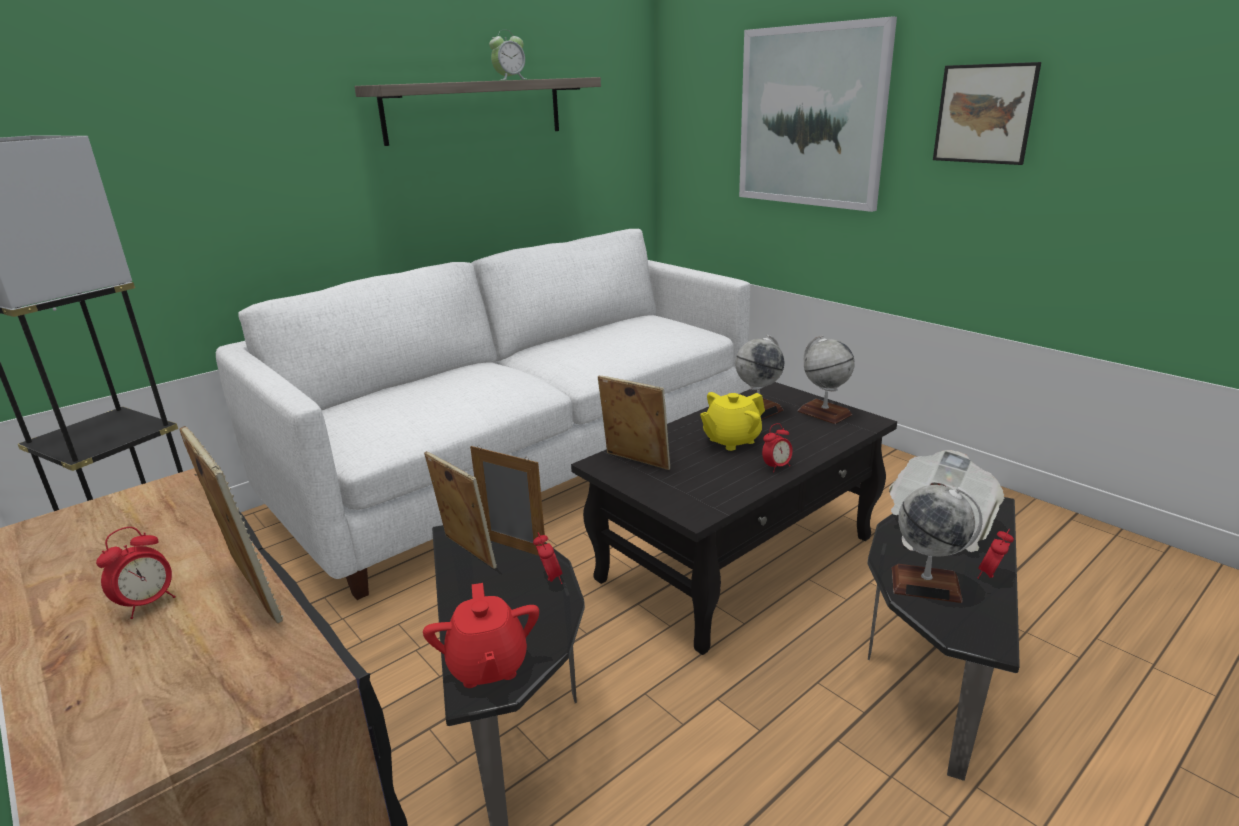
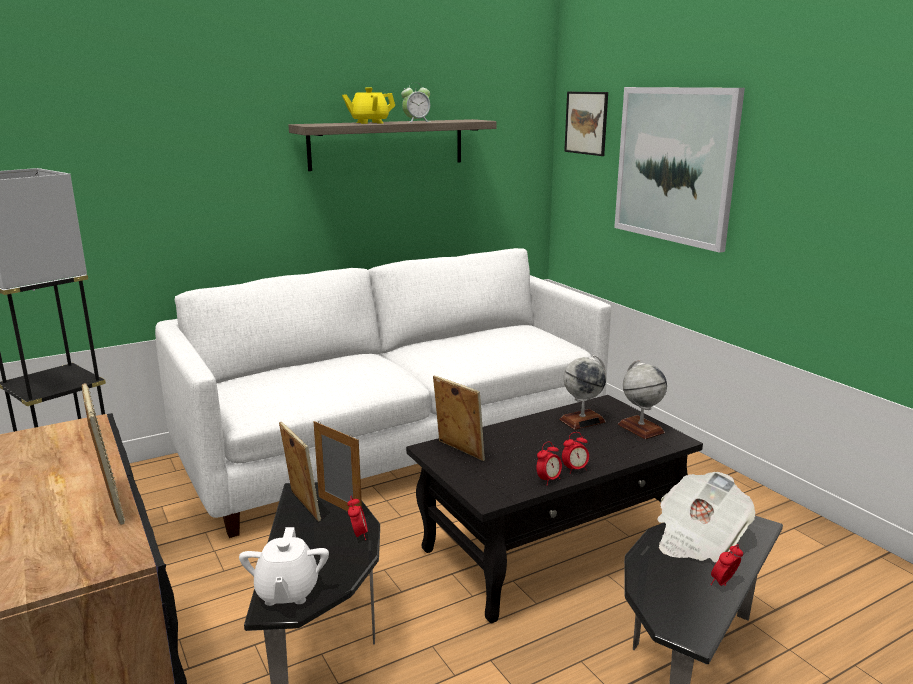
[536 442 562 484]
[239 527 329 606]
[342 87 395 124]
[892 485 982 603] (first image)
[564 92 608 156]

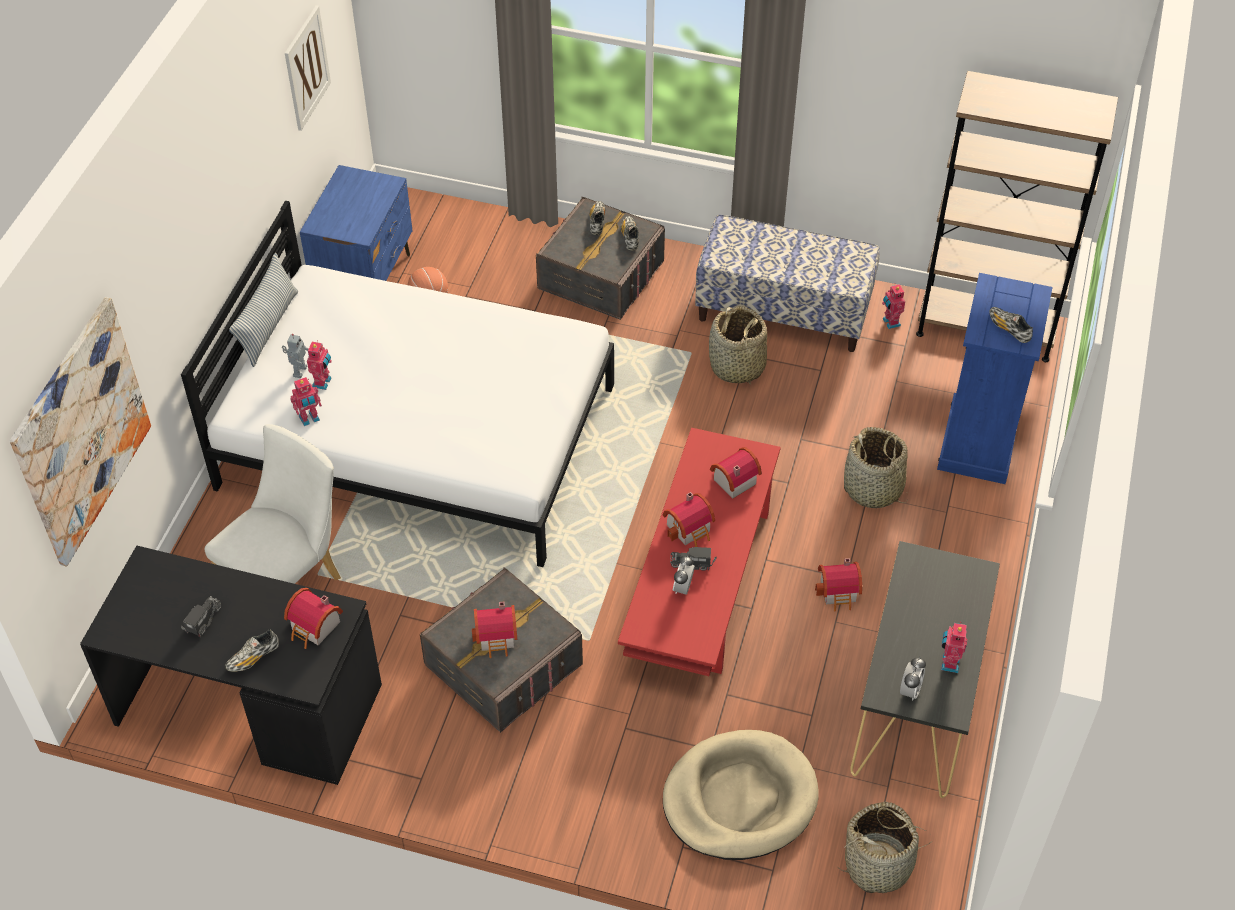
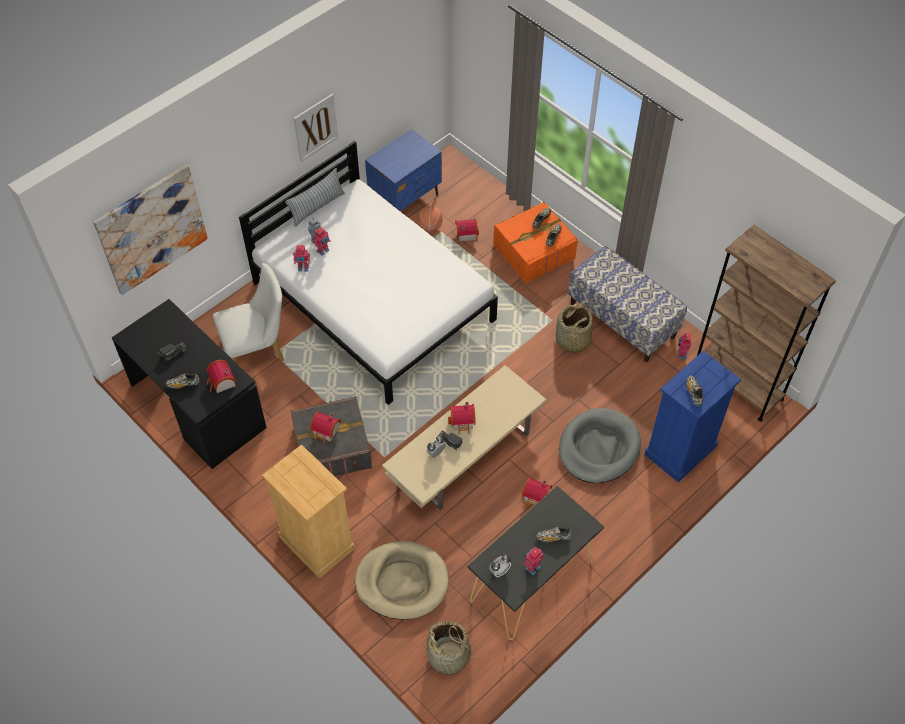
[294 94 338 162]
[493 201 578 283]
[382 365 546 510]
[455 219 479 242]
[559 408 641 483]
[262 444 355 579]
[536 527 572 542]

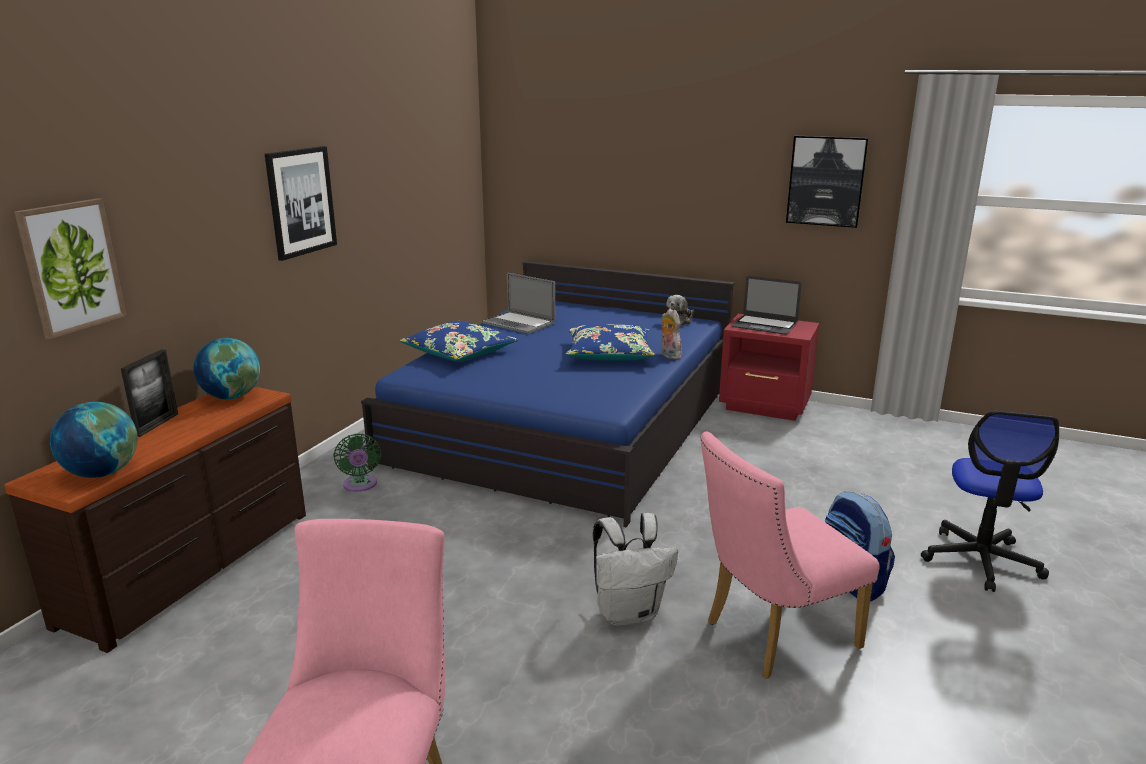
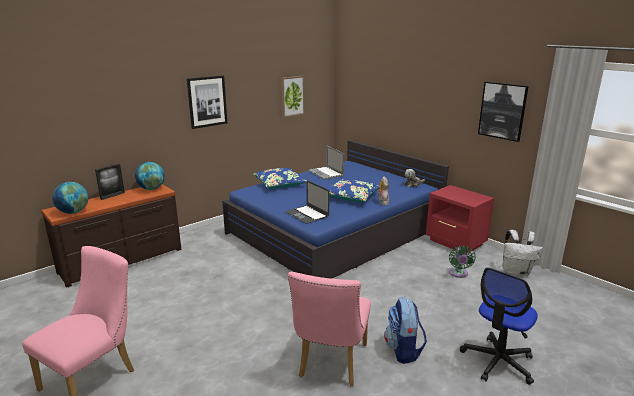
[281 76 305 118]
[449 246 476 278]
[502 230 543 277]
[288 272 371 386]
[285 181 330 224]

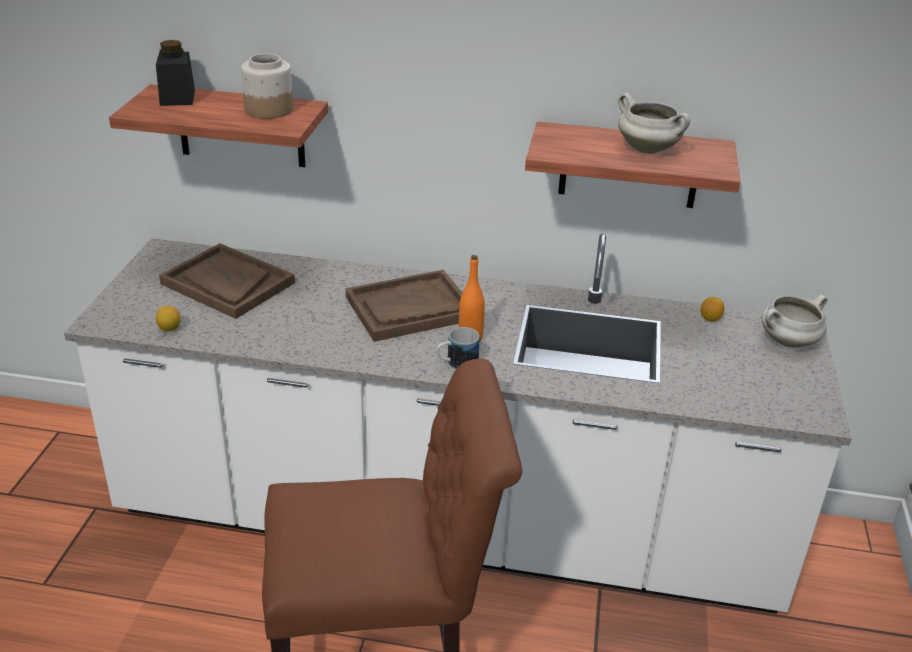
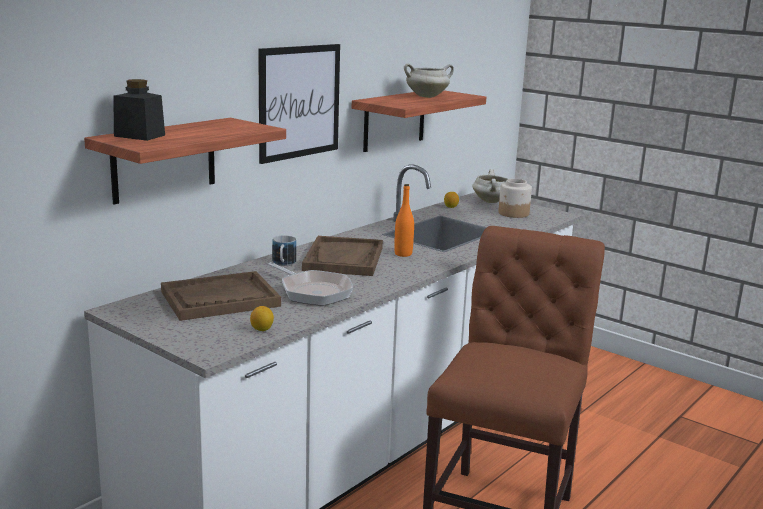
[498 179 532 218]
[272 235 296 266]
[258 44 340 164]
[268 262 353 306]

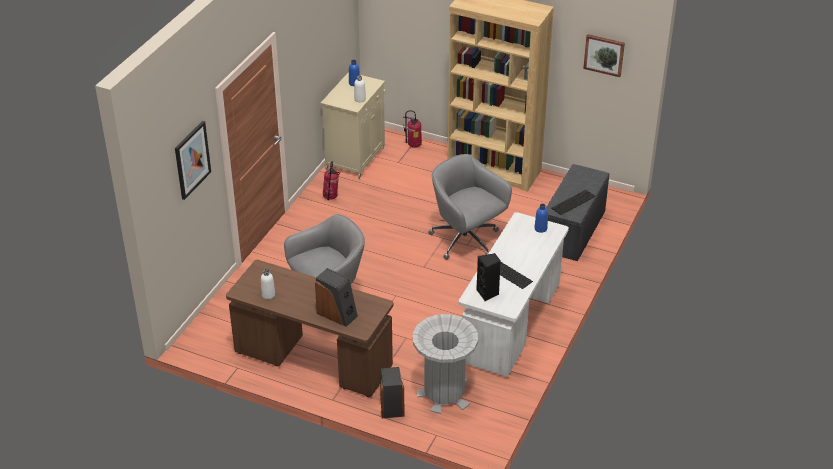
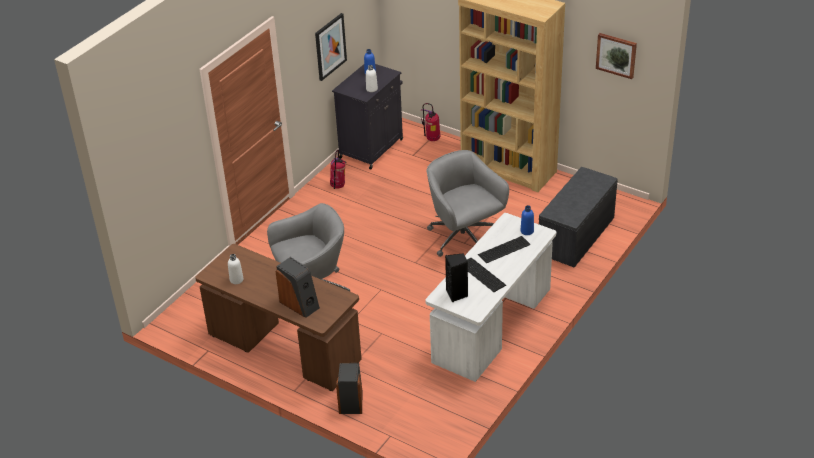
[315 13 347 81]
[332 64 403 170]
[413 314 478 414] (first image)
[478 236 530 263]

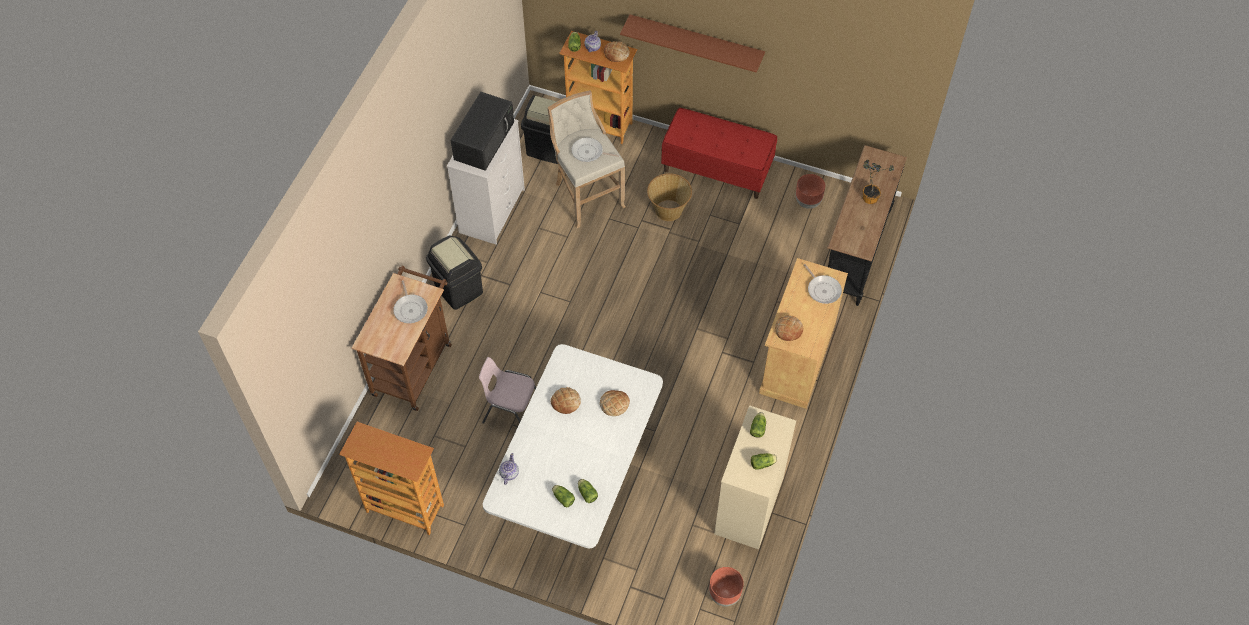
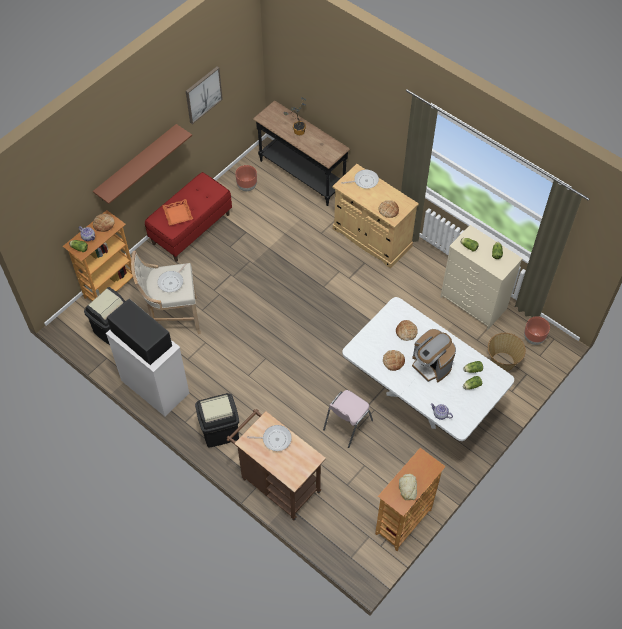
[488 333 526 371]
[162 199 193 226]
[186 67 223 124]
[399 474 417 500]
[412 329 456 383]

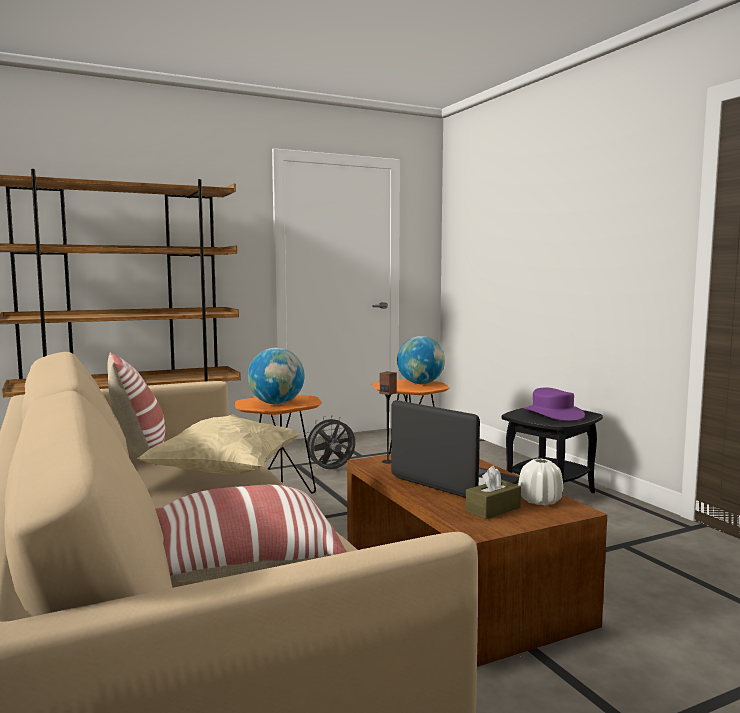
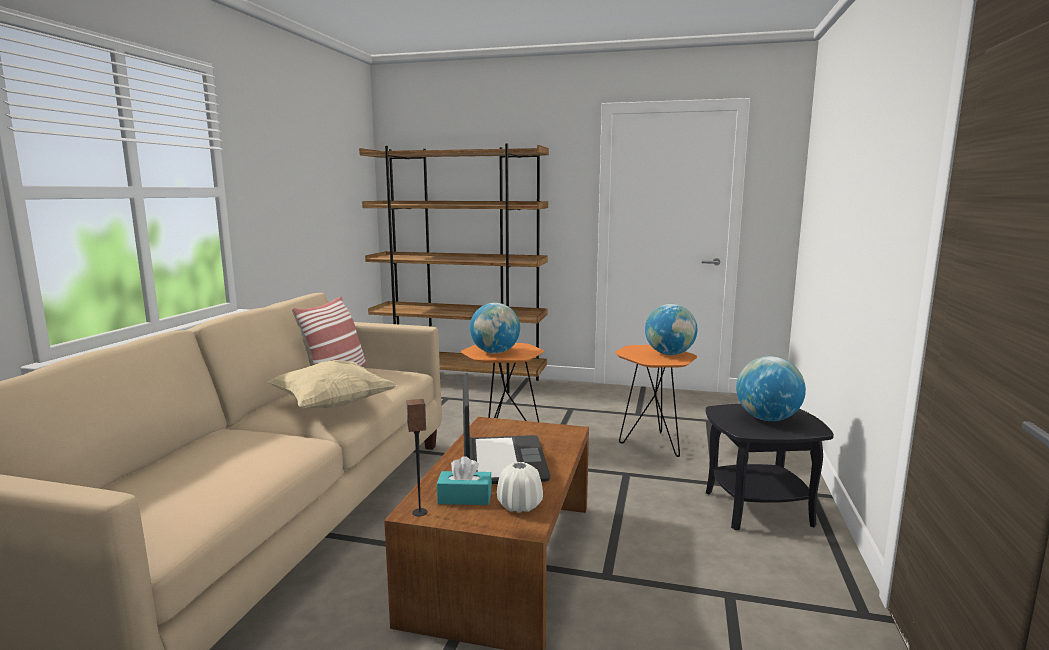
[155 485 347 582] (first image)
[303 416 355 470] (first image)
[407 399 428 516]
[437 456 492 505]
[736 356 806 421]

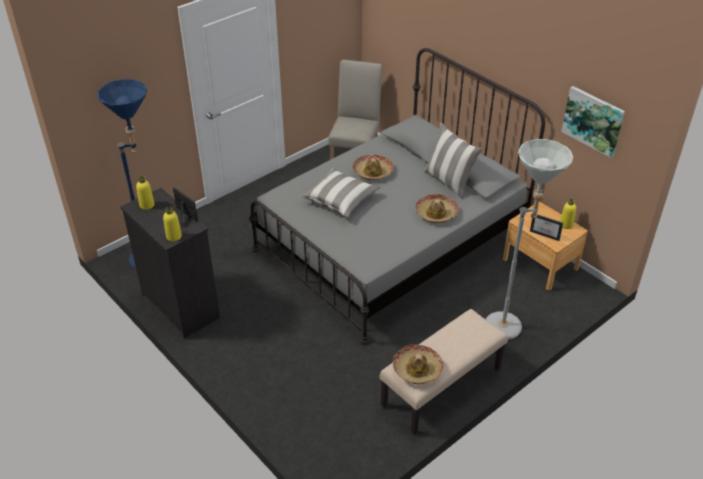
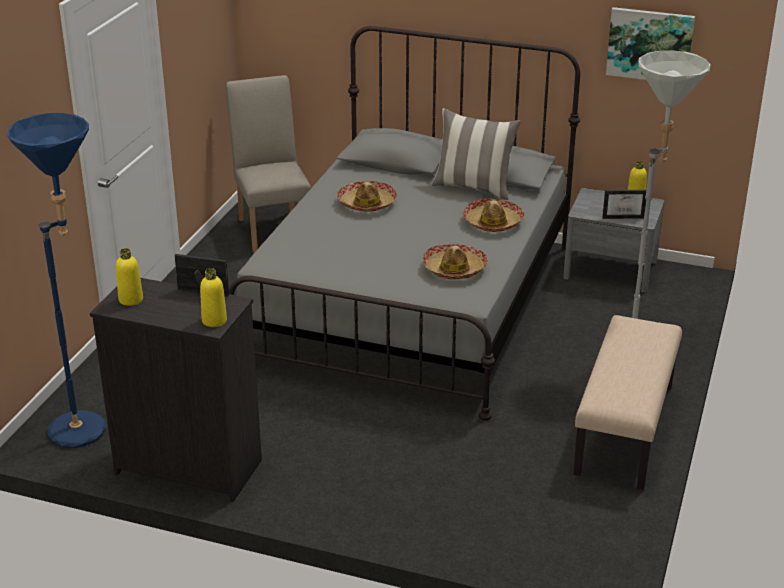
[300 168 380 218] (first image)
[423 244 488 279]
[563 188 664 292]

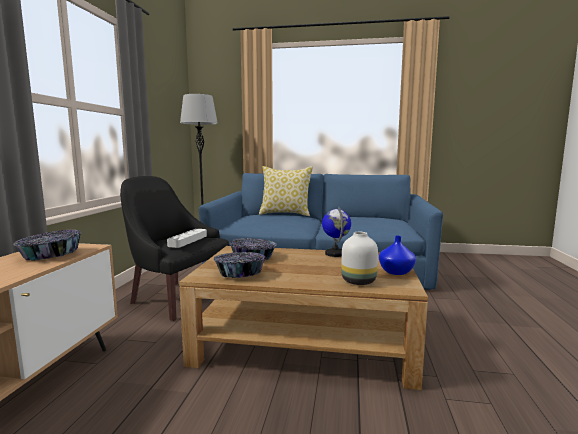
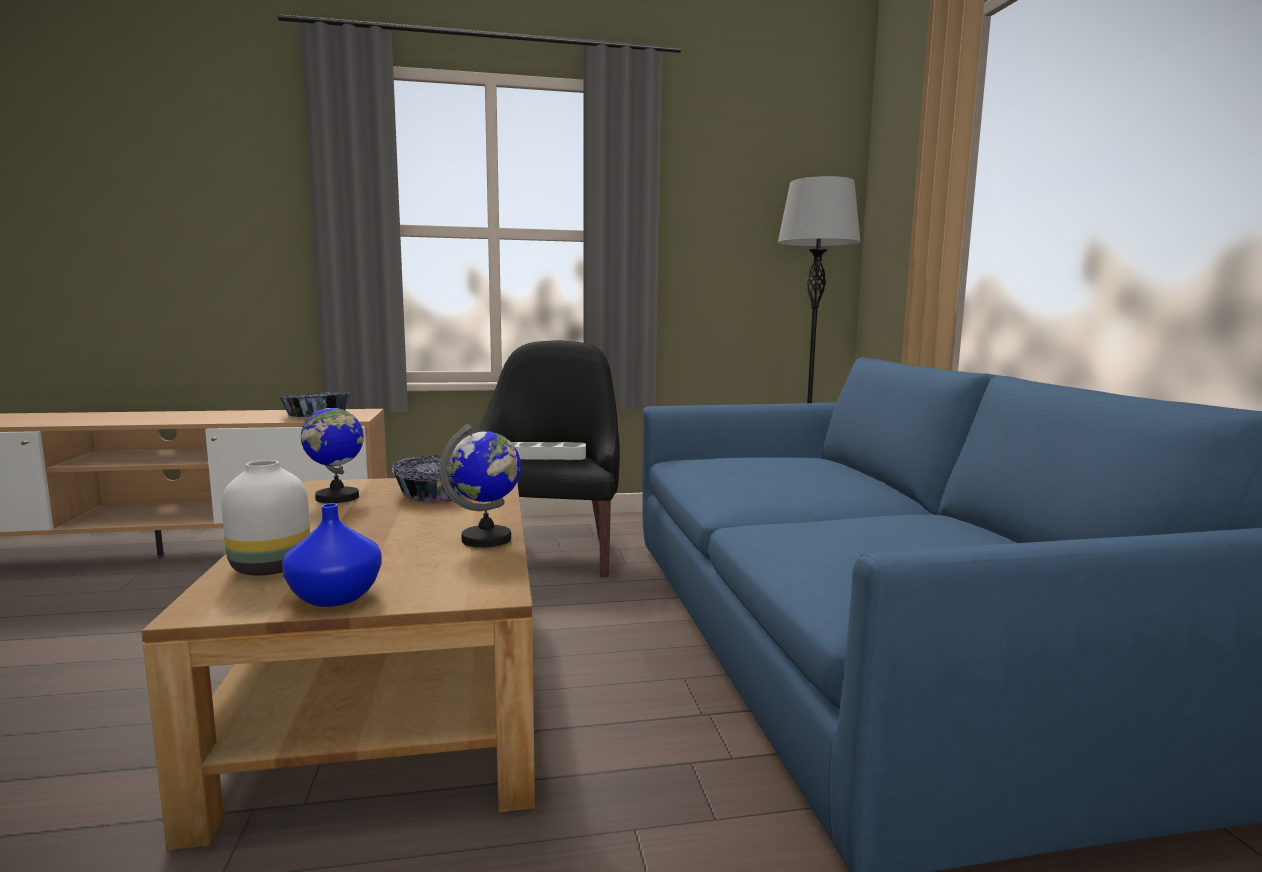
[301 399 364 503]
[259 166 313 216] (first image)

